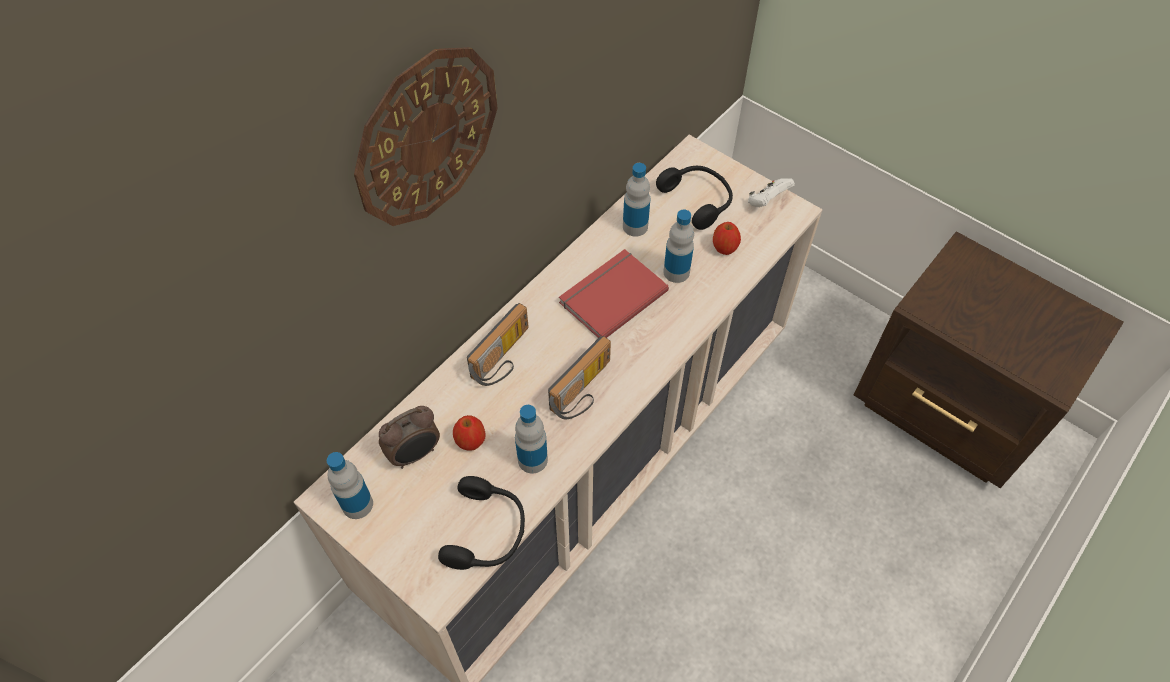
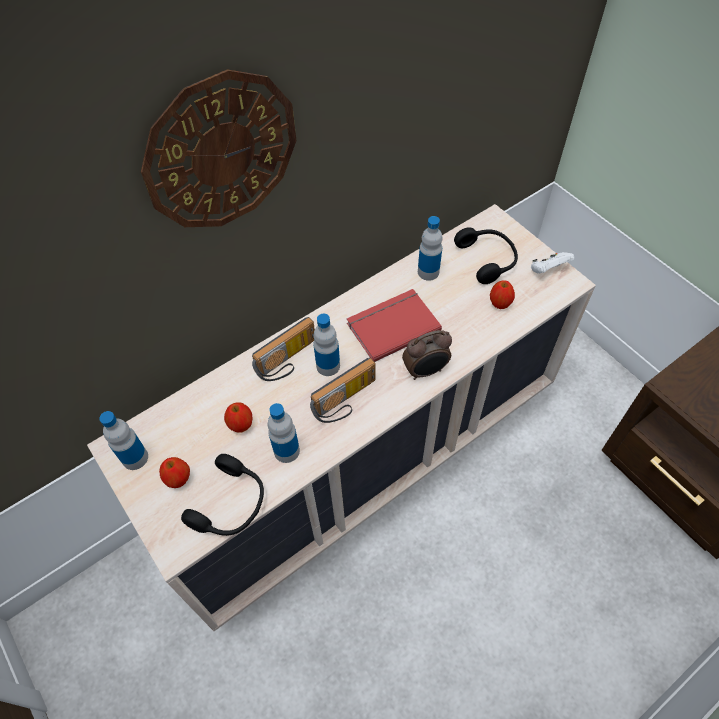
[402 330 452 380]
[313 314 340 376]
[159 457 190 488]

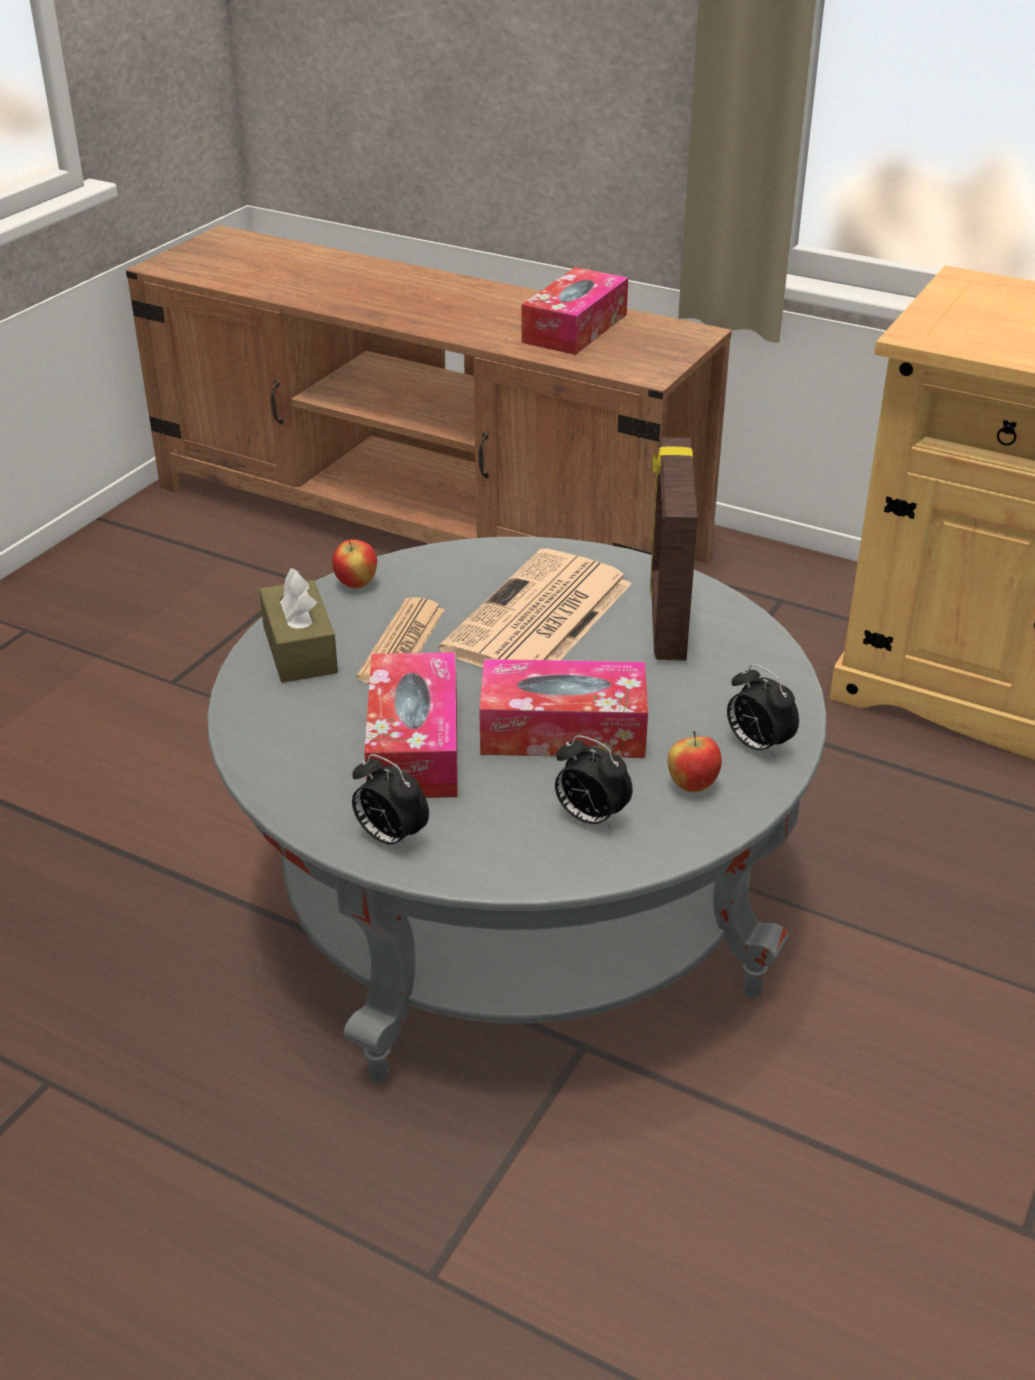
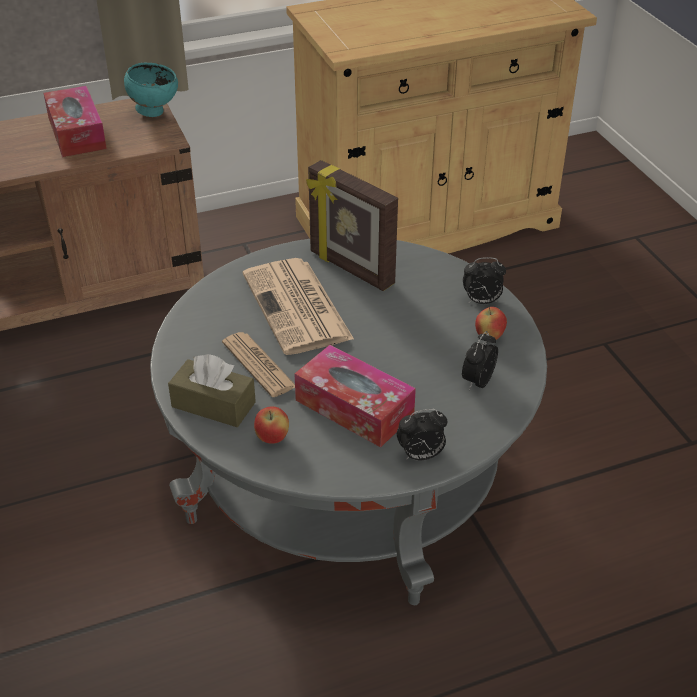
[254 406 289 444]
[479 659 648 758] (first image)
[462 331 498 390]
[124 63 178 117]

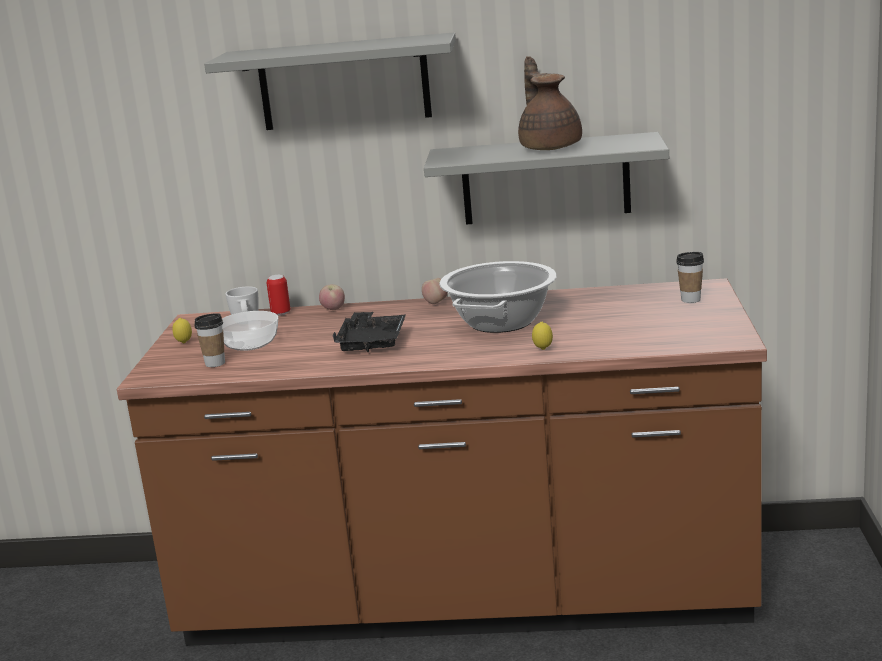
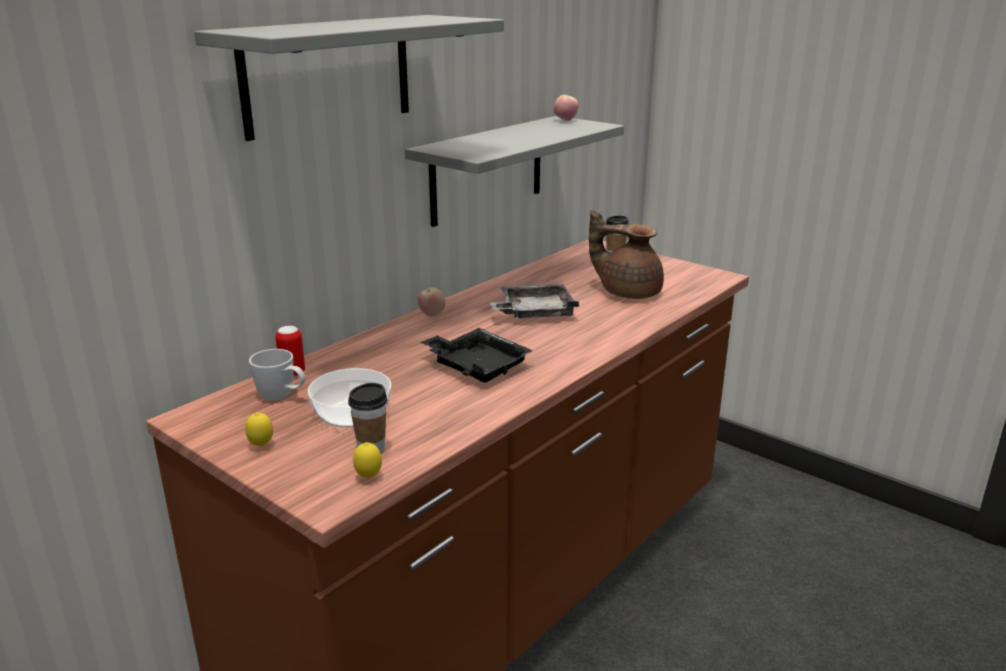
[554 95 578 121]
[490 284 579 318]
[589 210 664 299]
[353 442 382 478]

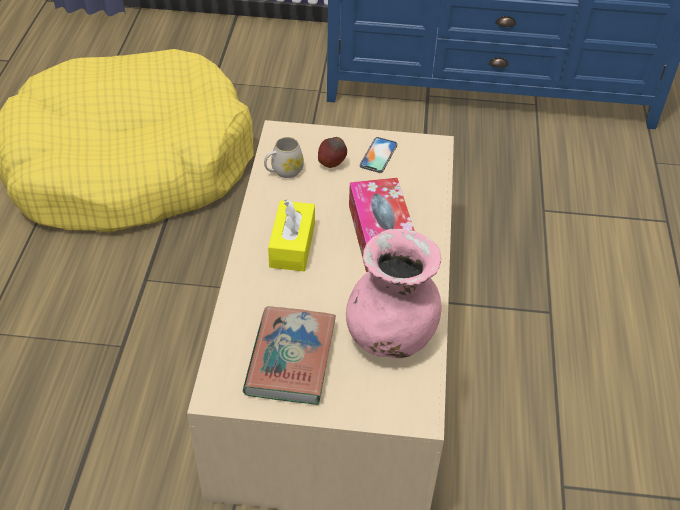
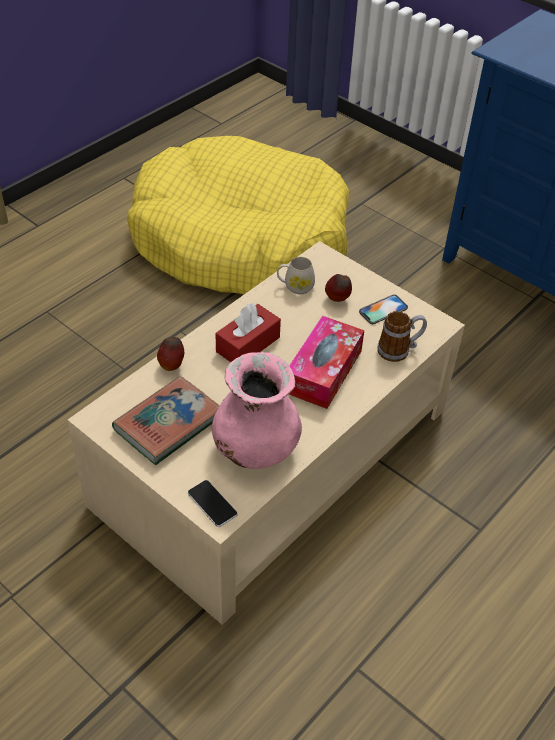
[216 303 281 362]
[157 337 184 371]
[188 480 238 527]
[377 311 427 362]

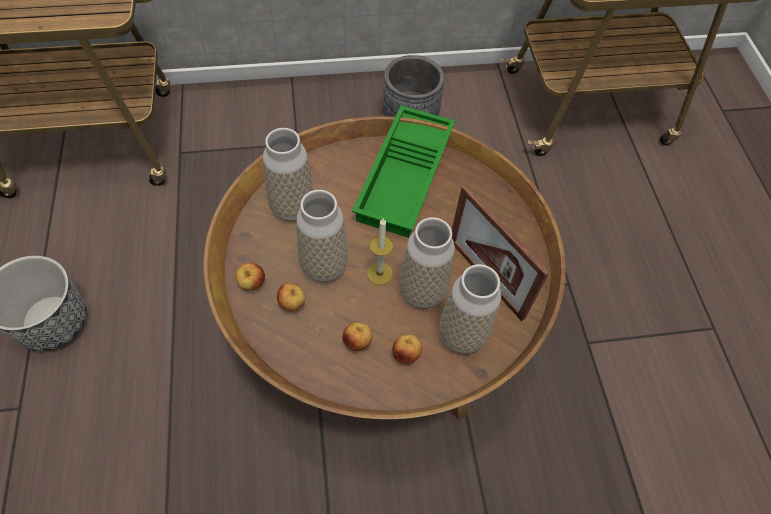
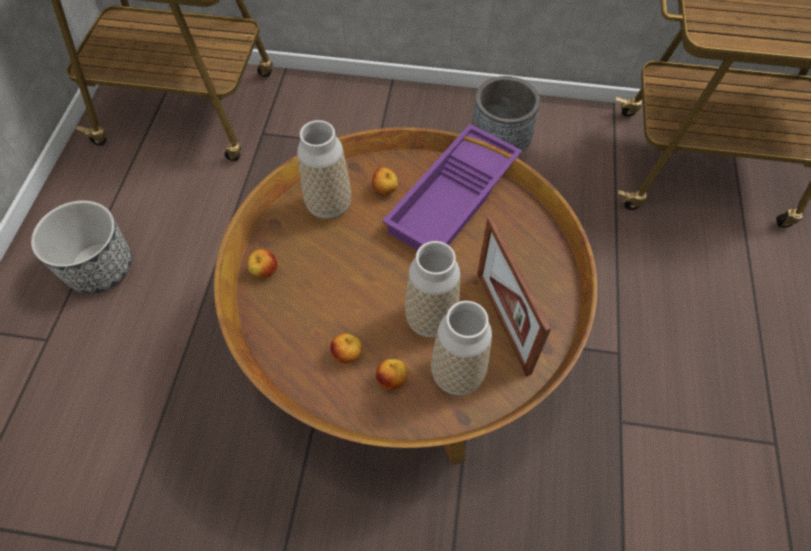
[372 167 398 195]
[297 190 348 282] (first image)
[382 124 522 250]
[367 219 393 285] (first image)

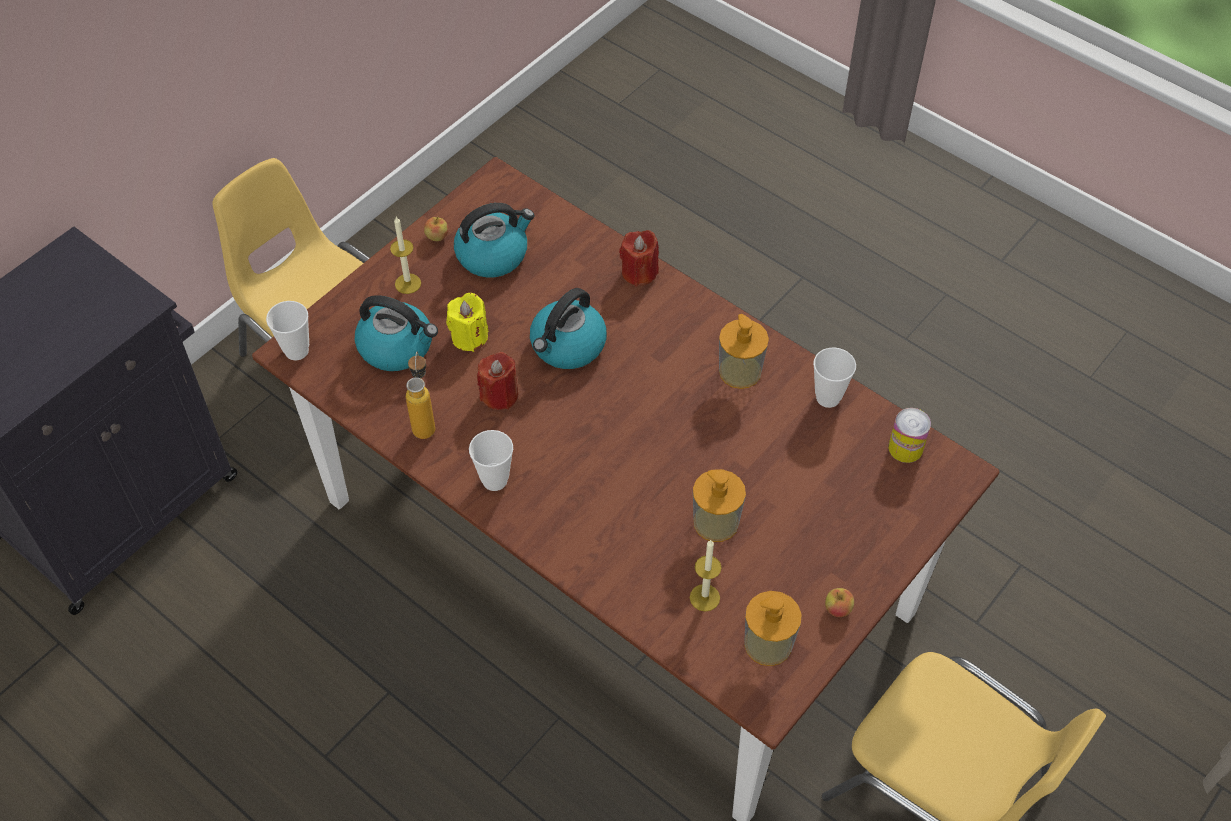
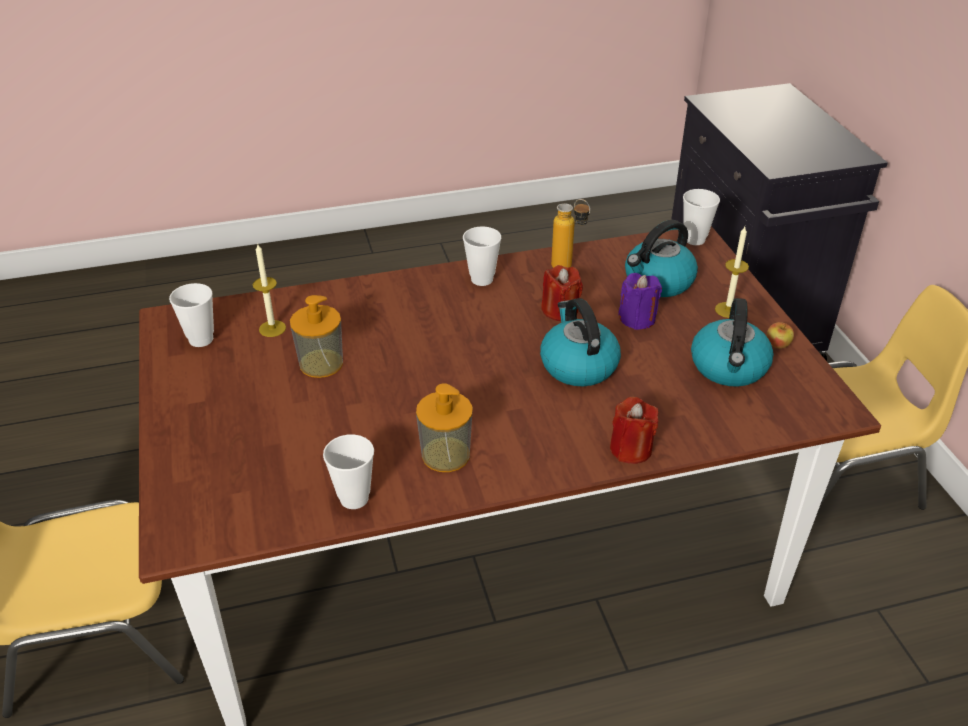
[618 273 662 330]
[169 283 214 347]
[825 588 854 617] (first image)
[888 408 931 463] (first image)

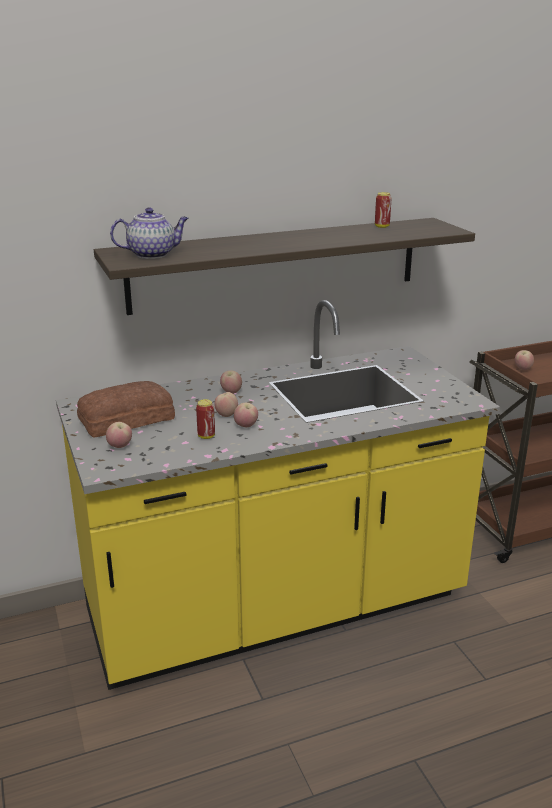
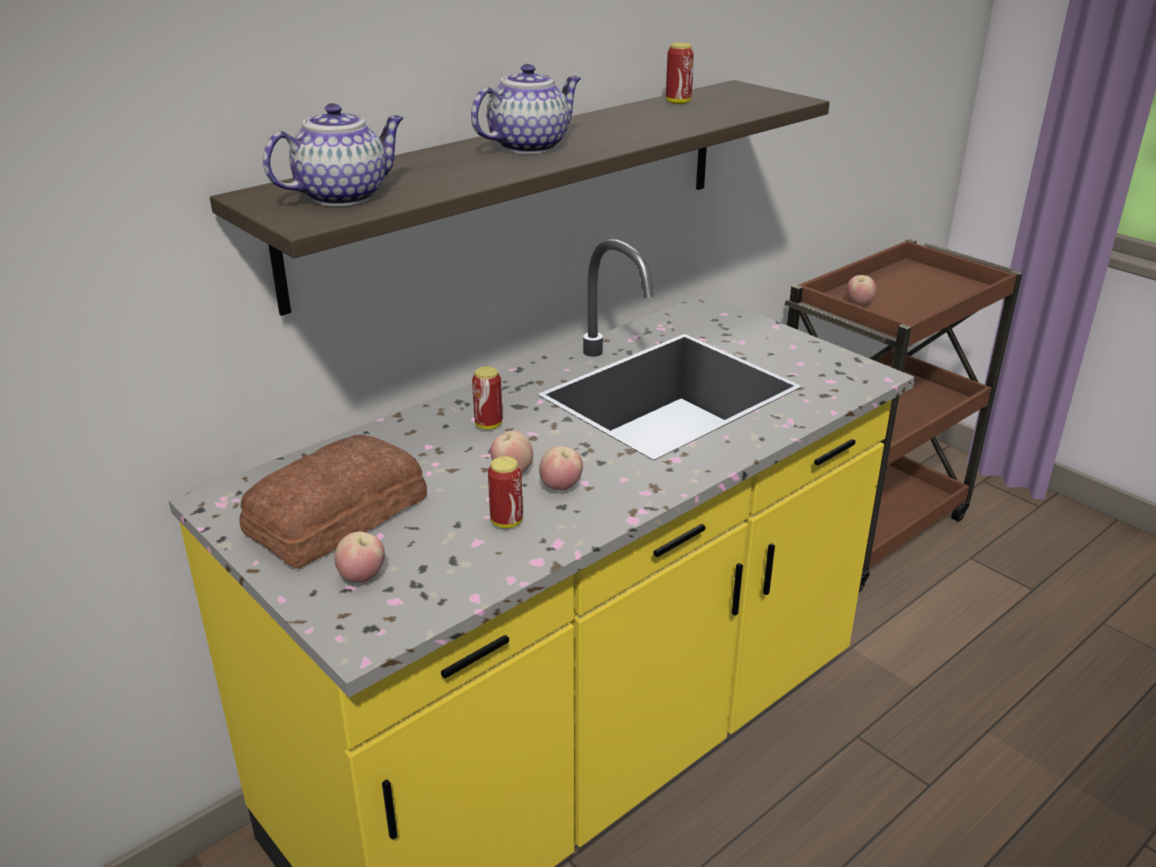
[472 366 502 430]
[471 64 581 154]

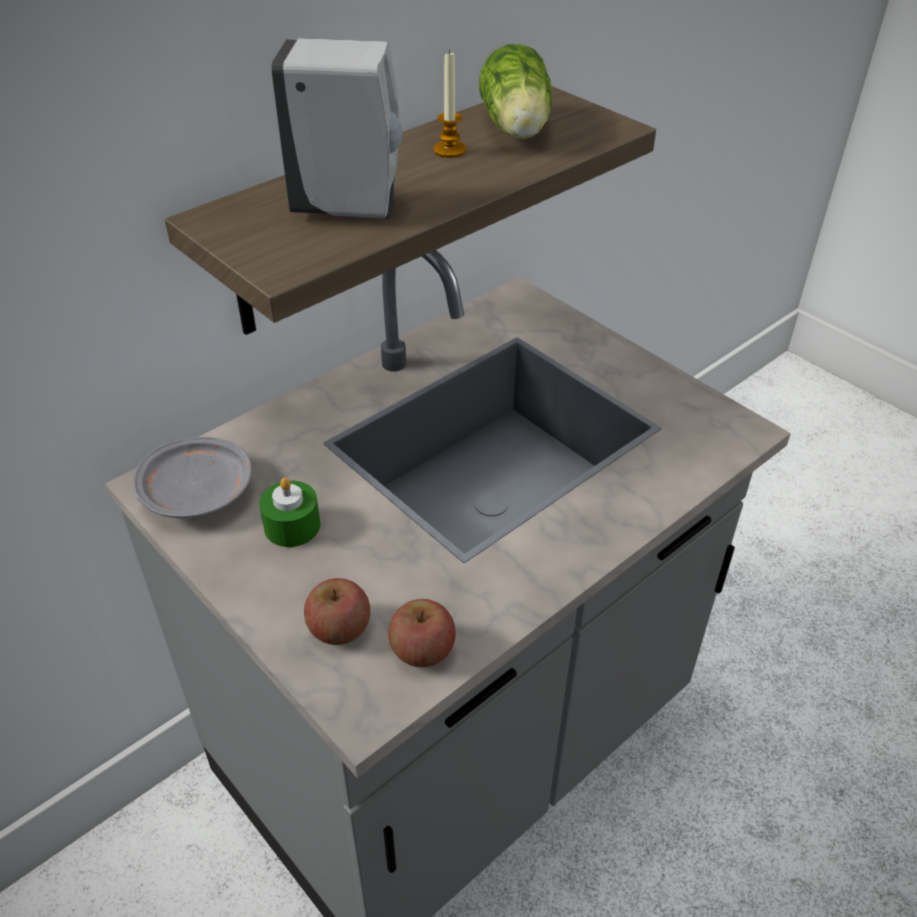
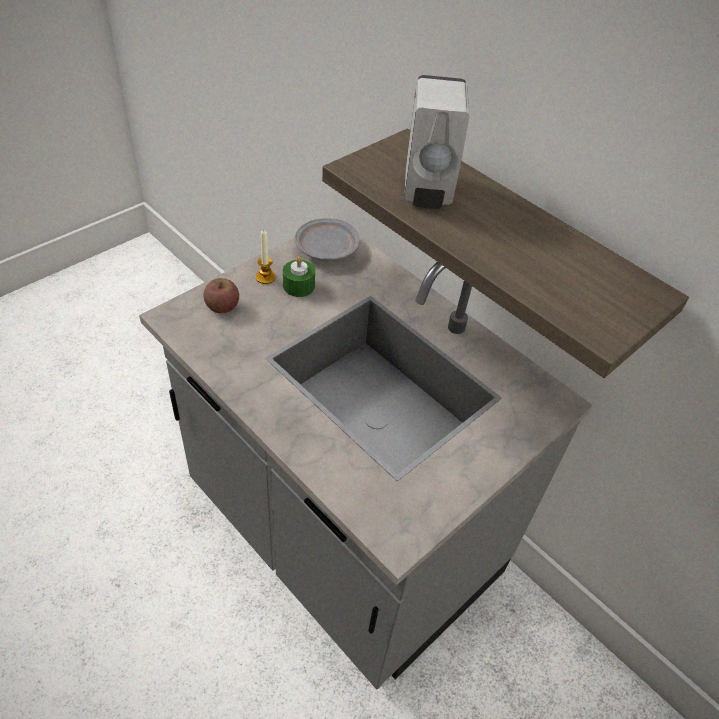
[388 599 456 667] (first image)
[256 230 276 284]
[479 44 552 139] (first image)

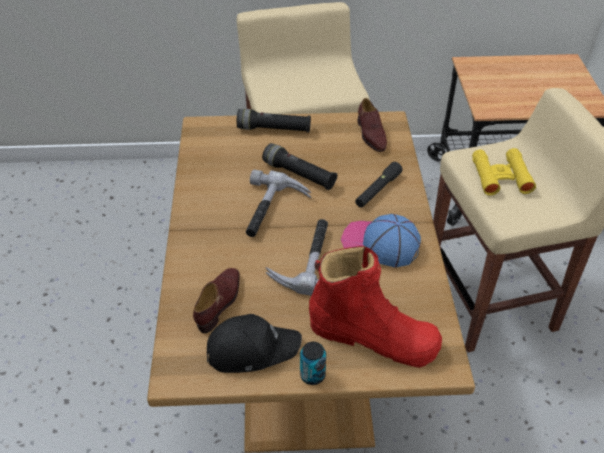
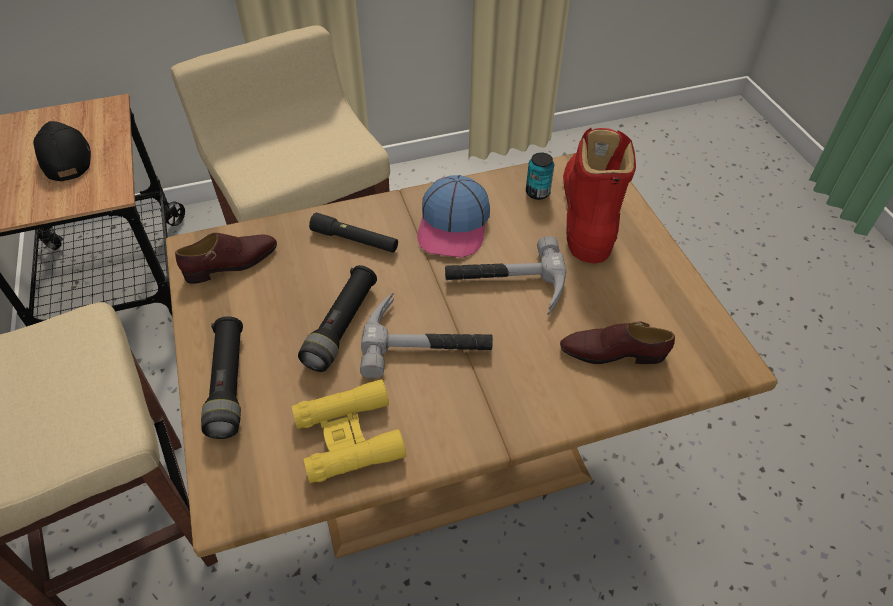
[33 121 91 181]
[526 153 554 200]
[292 379 406 483]

